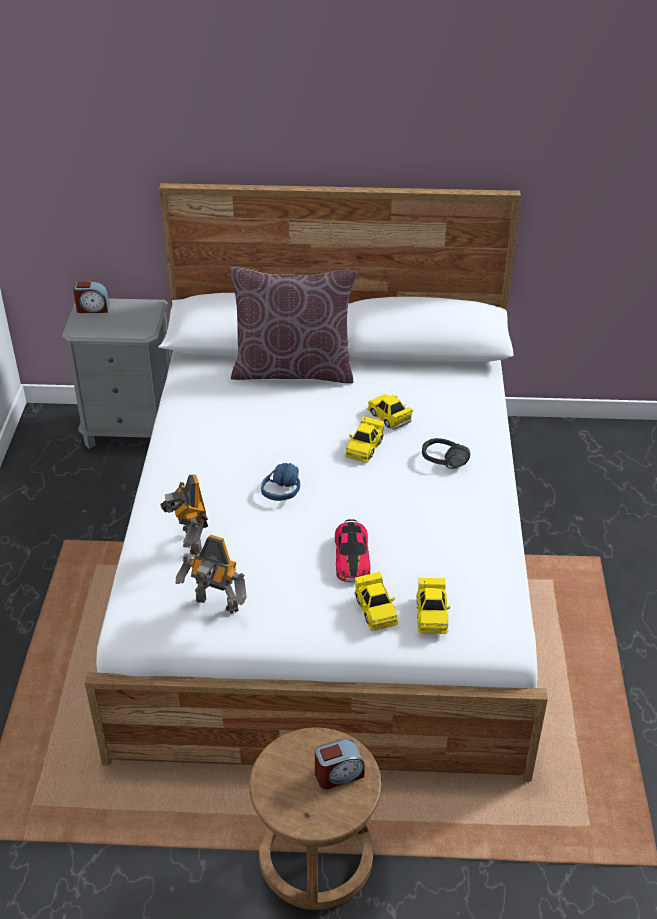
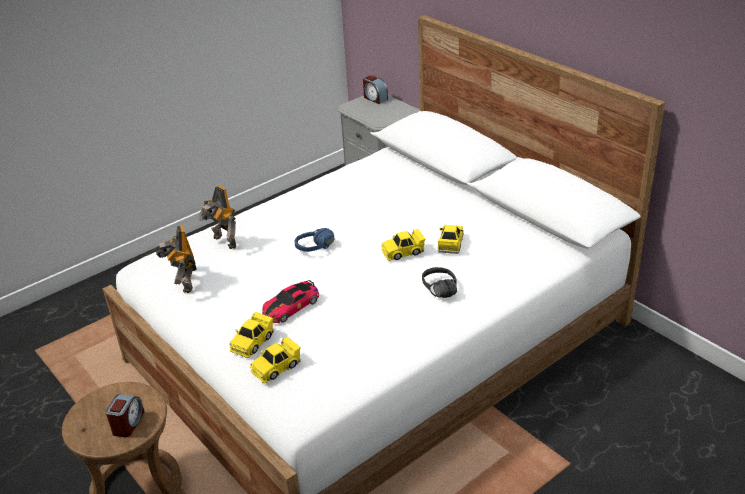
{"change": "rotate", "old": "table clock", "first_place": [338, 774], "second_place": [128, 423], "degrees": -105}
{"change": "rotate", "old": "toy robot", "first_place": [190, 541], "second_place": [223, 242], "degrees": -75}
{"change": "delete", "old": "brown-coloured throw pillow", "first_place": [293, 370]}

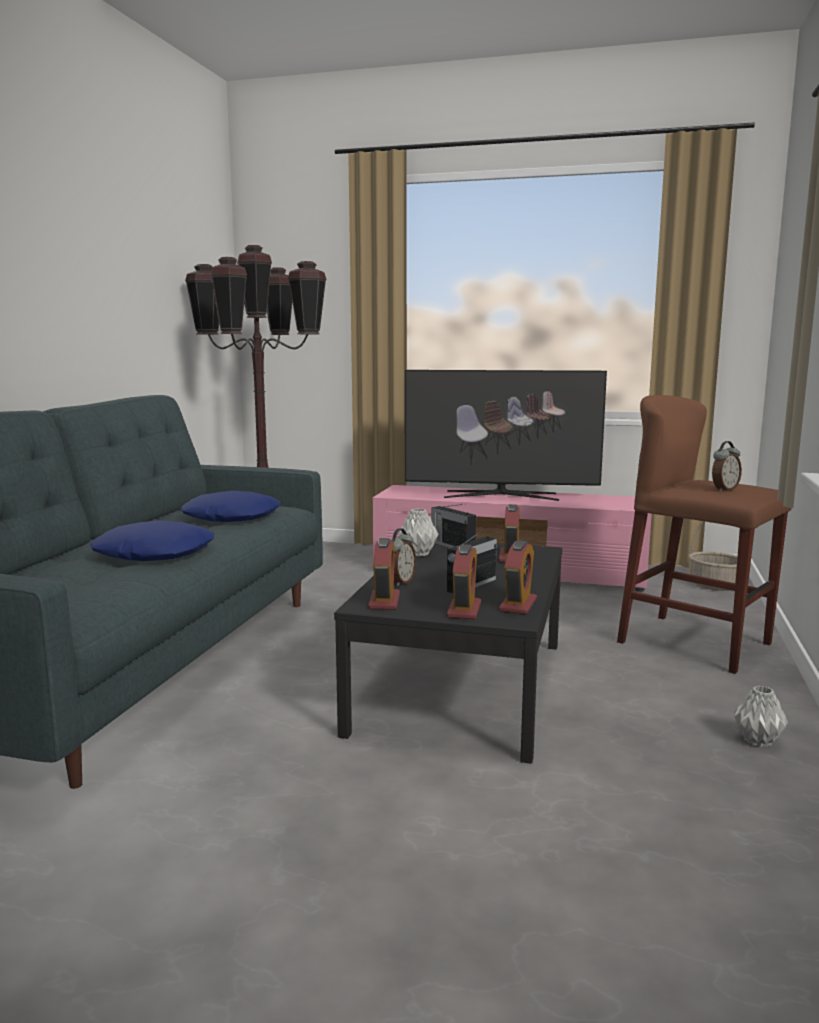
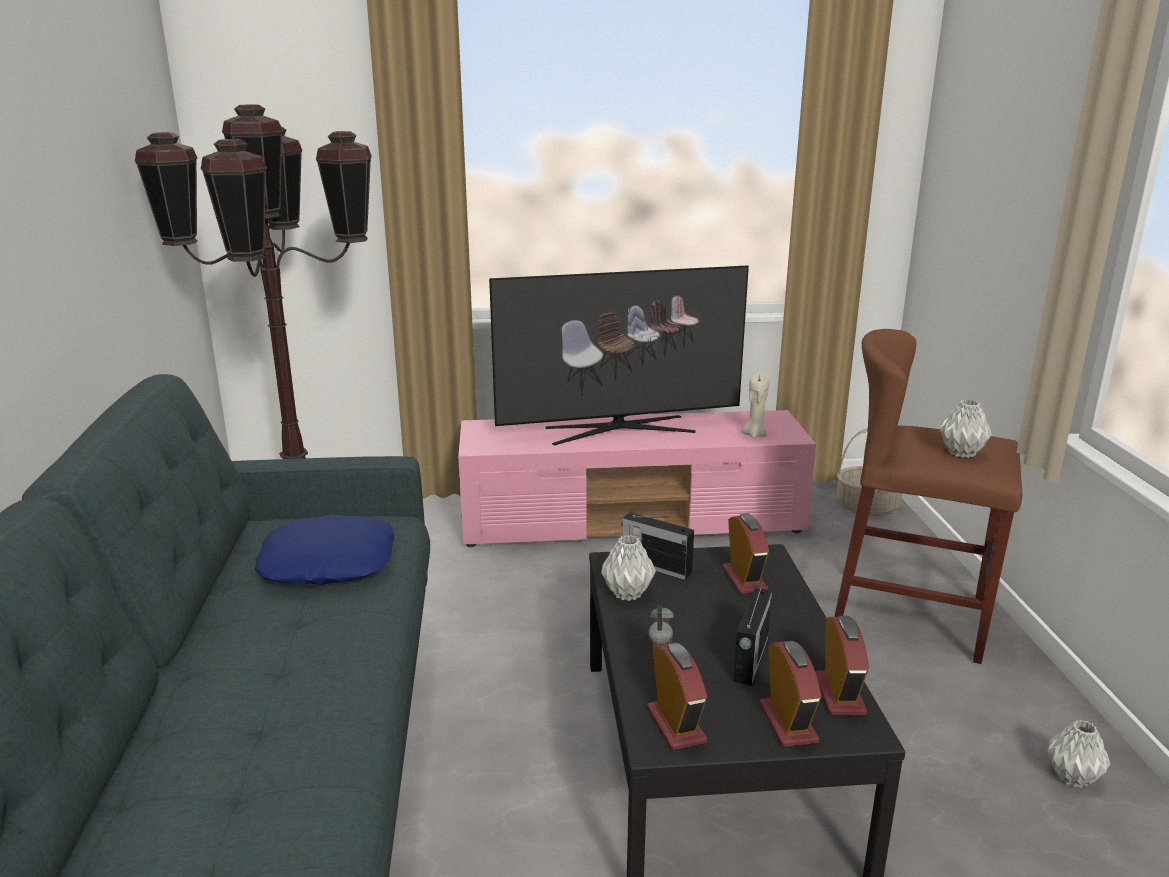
{"change": "insert", "new": "beige wax candle", "second_place": [754, 435]}
{"change": "replace", "old": "table clock", "new": "grey flower vase", "first_place": [724, 490], "second_place": [961, 453]}
{"change": "delete", "old": "blue-coloured throw pillow", "first_place": [156, 553]}

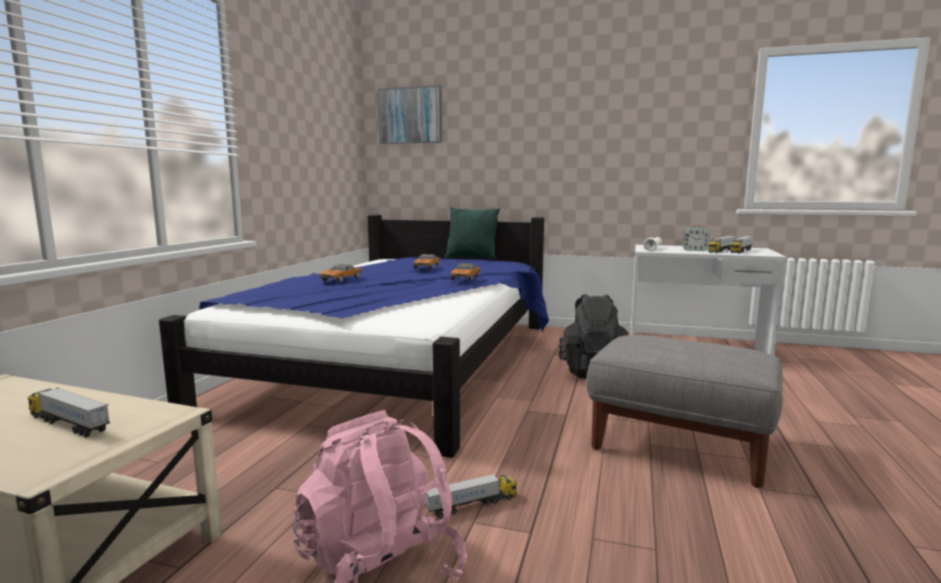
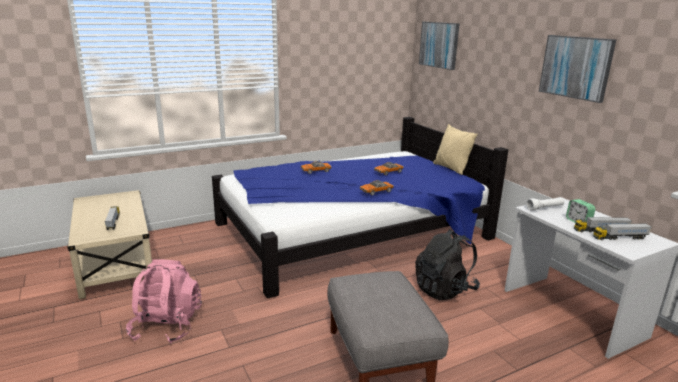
{"change": "recolor", "old": "greenish throw pillow", "new": "beige throw pillow", "first_place": [471, 258], "second_place": [451, 168]}
{"change": "insert", "new": "wall picture", "second_place": [575, 67]}
{"change": "delete", "old": "model truck", "first_place": [472, 505]}

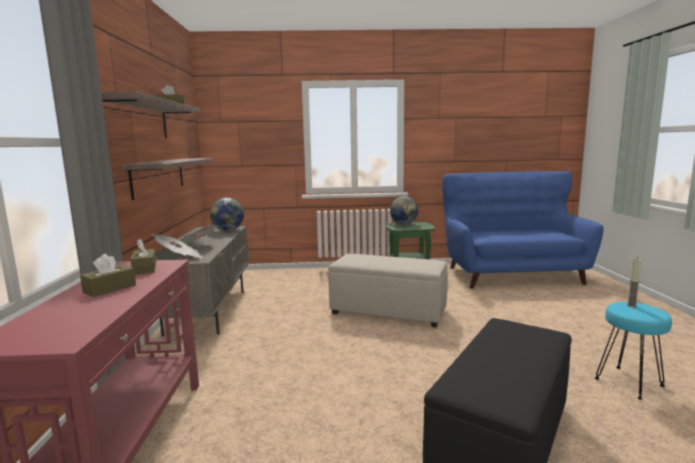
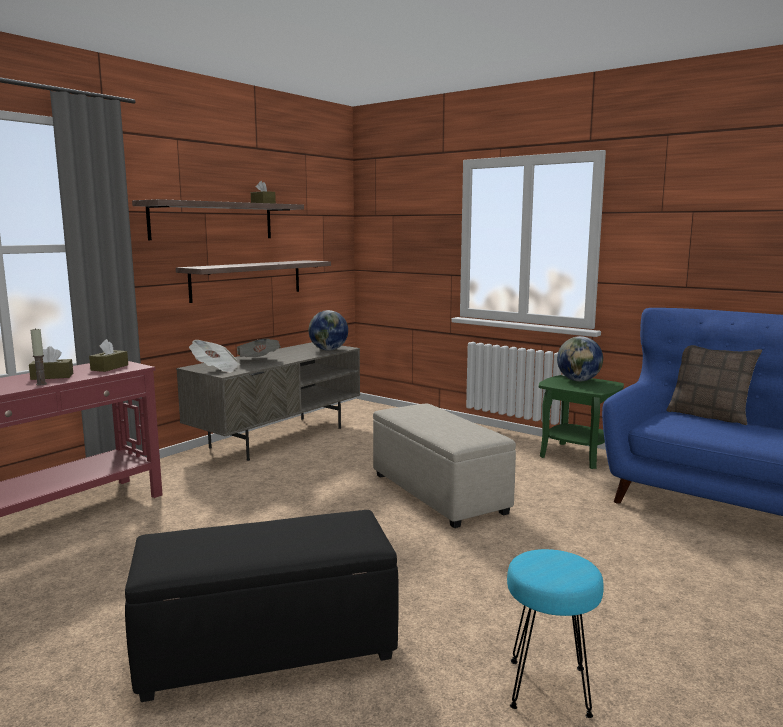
{"change": "move", "old": "wax candle", "first_place": [631, 305], "second_place": [41, 384]}
{"change": "insert", "new": "throw pillow", "second_place": [709, 415]}

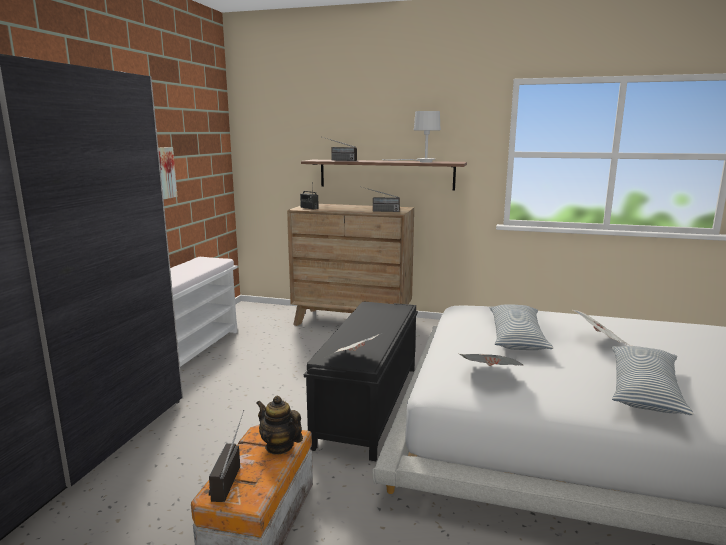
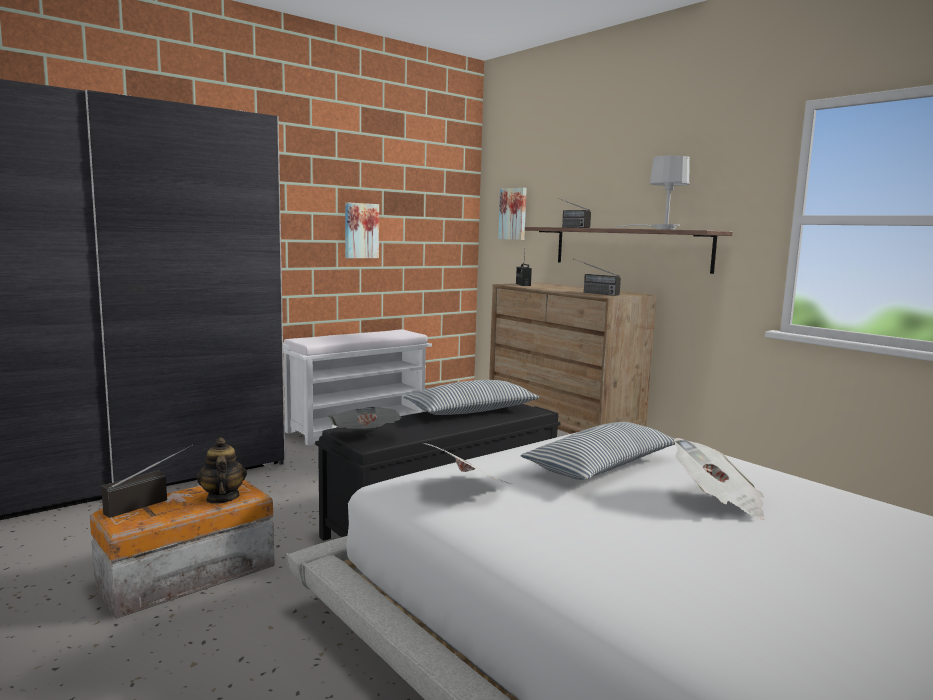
{"change": "move", "old": "throw pillow", "first_place": [644, 390], "second_place": [471, 411]}
{"change": "insert", "new": "wall picture", "second_place": [513, 214]}

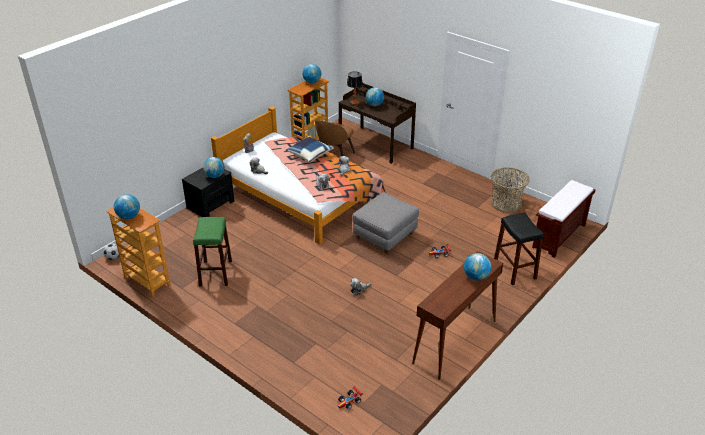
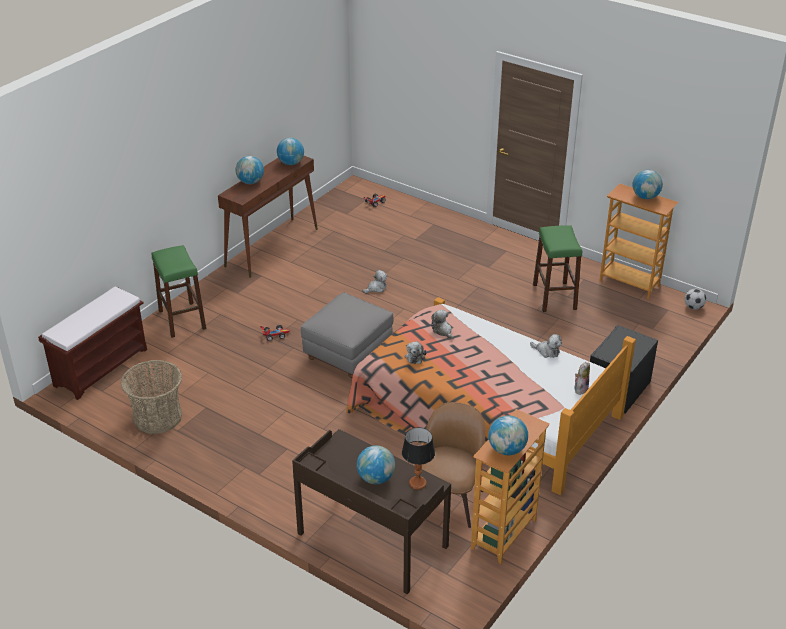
{"change": "recolor", "old": "black sitting stool", "new": "greenish sitting stool", "first_place": [514, 270], "second_place": [182, 319]}
{"change": "move", "old": "desk globe", "first_place": [214, 176], "second_place": [291, 163]}
{"change": "delete", "old": "blue-coloured throw pillow", "first_place": [309, 155]}

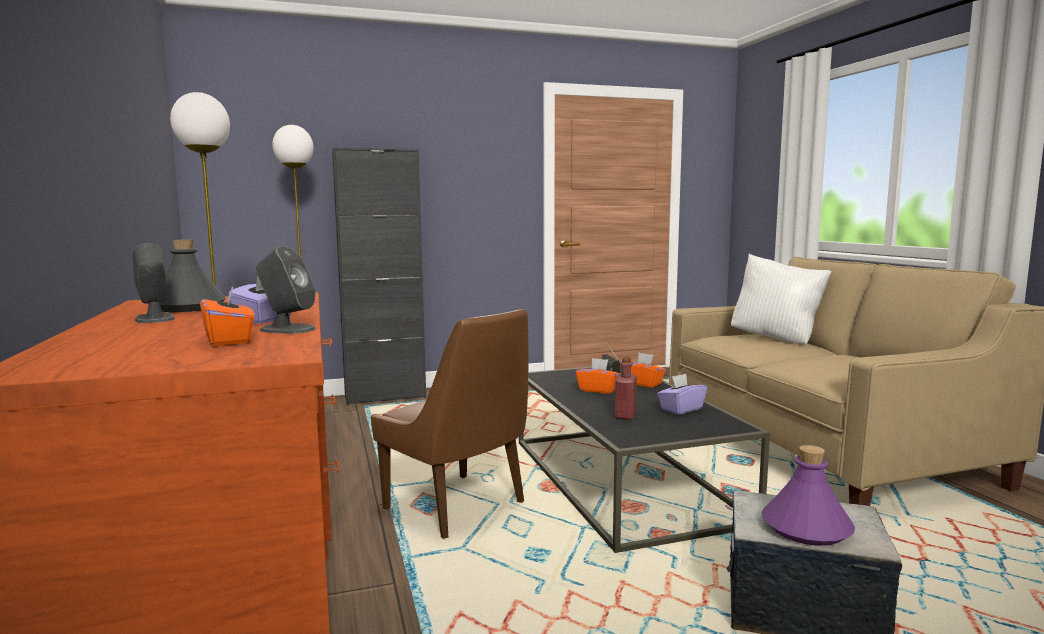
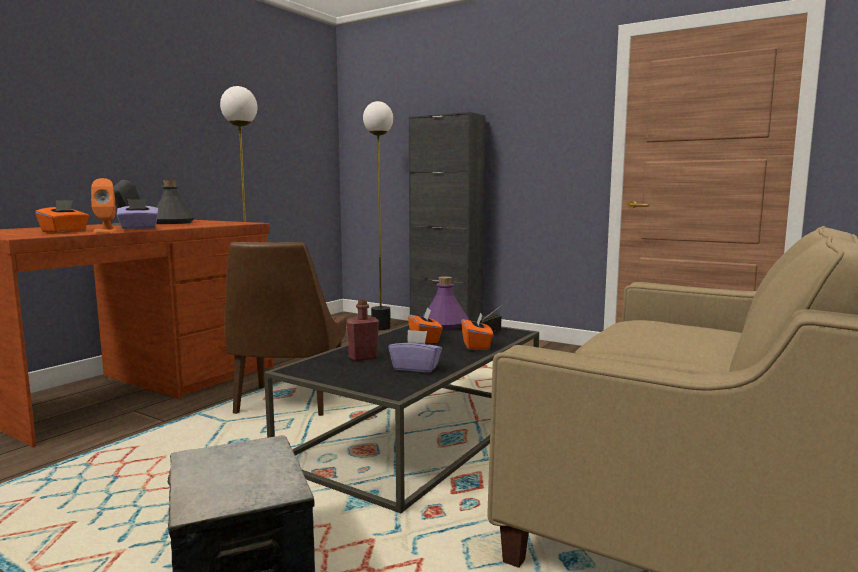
{"change": "recolor", "old": "grey audio speaker", "new": "orange audio speaker", "first_place": [287, 329], "second_place": [107, 231]}
{"change": "move", "old": "purple drink bottle", "first_place": [807, 528], "second_place": [445, 324]}
{"change": "delete", "old": "white throw pillow", "first_place": [776, 339]}

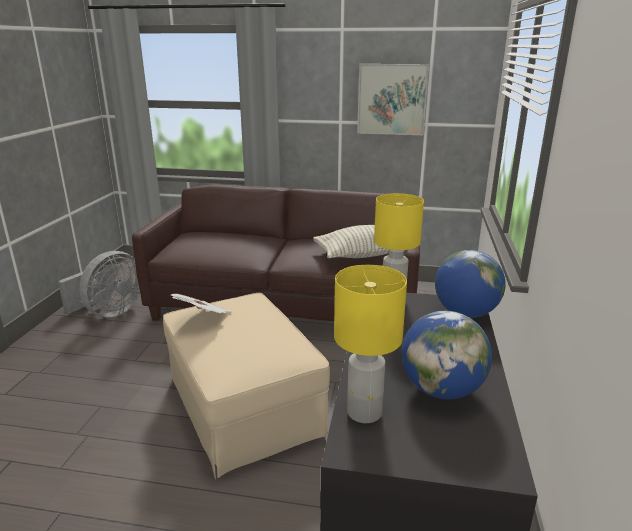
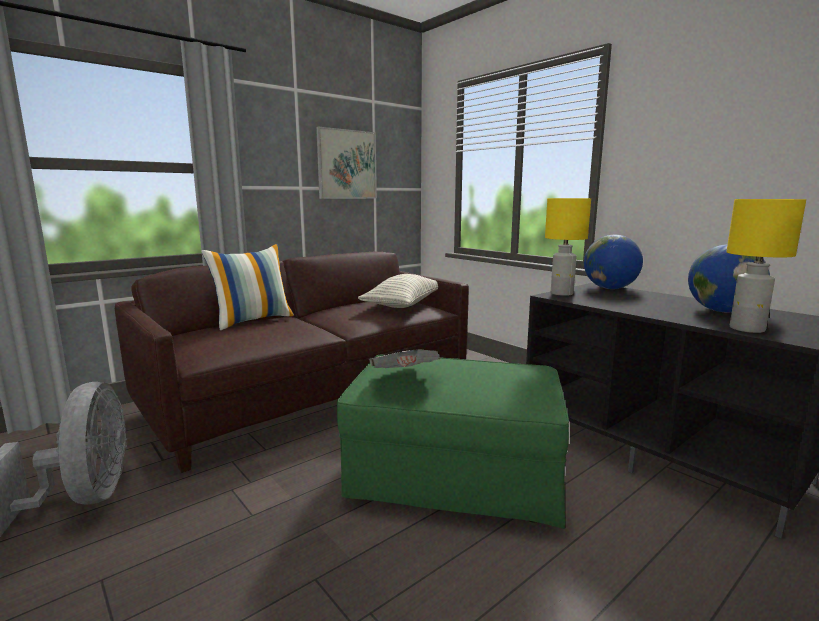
{"change": "insert", "new": "throw pillow", "second_place": [253, 320]}
{"change": "recolor", "old": "beige footrest", "new": "greenish footrest", "first_place": [244, 406], "second_place": [453, 474]}

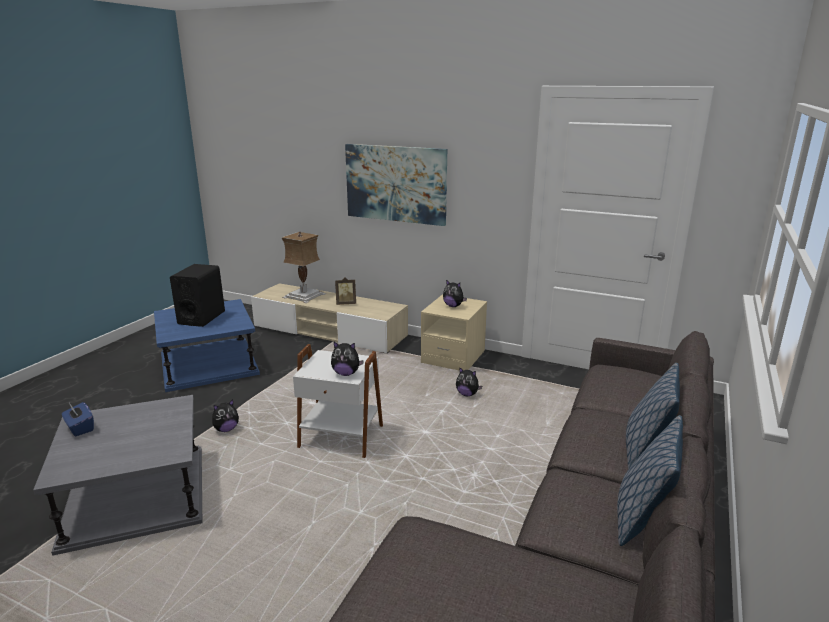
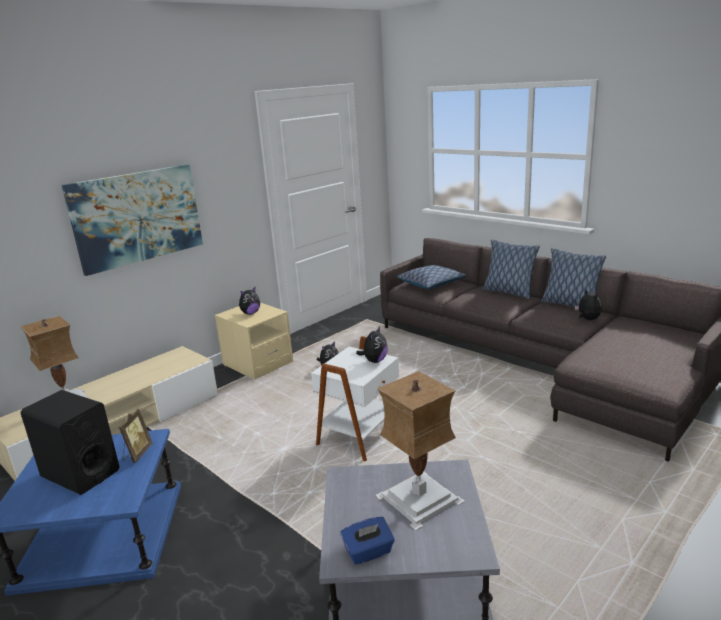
{"change": "move", "old": "standing frame", "first_place": [346, 303], "second_place": [137, 454]}
{"change": "insert", "new": "lamp for a table", "second_place": [417, 498]}
{"change": "insert", "new": "throw pillow", "second_place": [431, 284]}
{"change": "move", "old": "cuddly toy", "first_place": [226, 429], "second_place": [587, 319]}

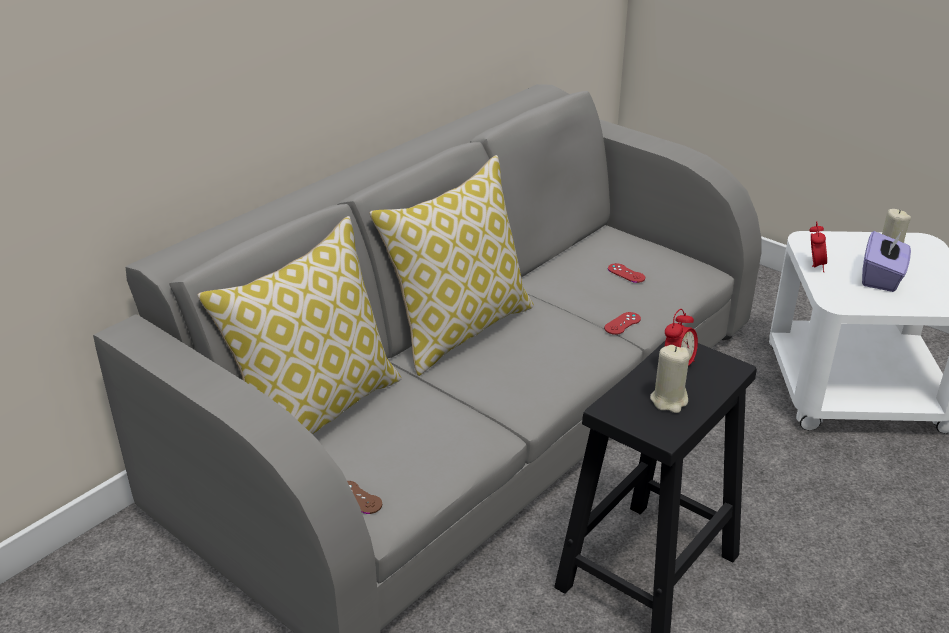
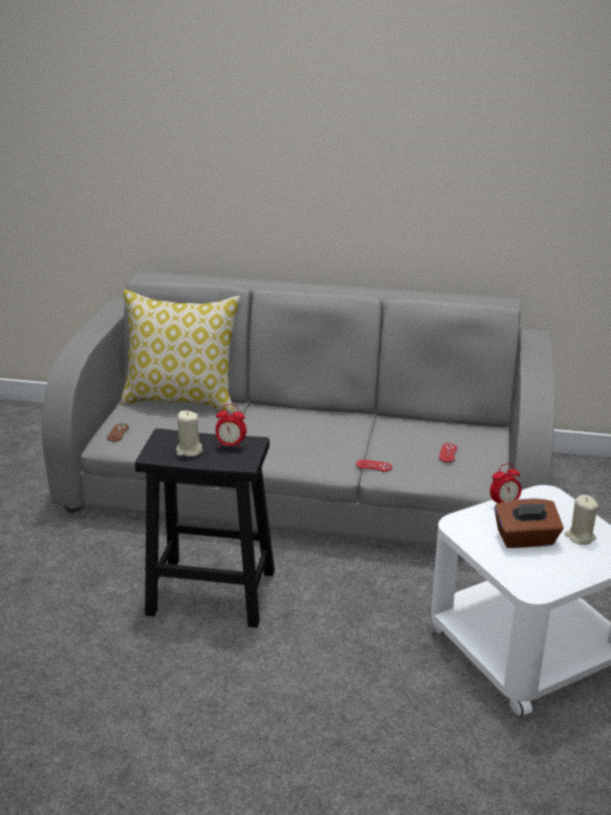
{"change": "recolor", "old": "purple tissue holder", "new": "brown-coloured tissue holder", "first_place": [881, 278], "second_place": [526, 539]}
{"change": "delete", "old": "throw pillow", "first_place": [459, 329]}

